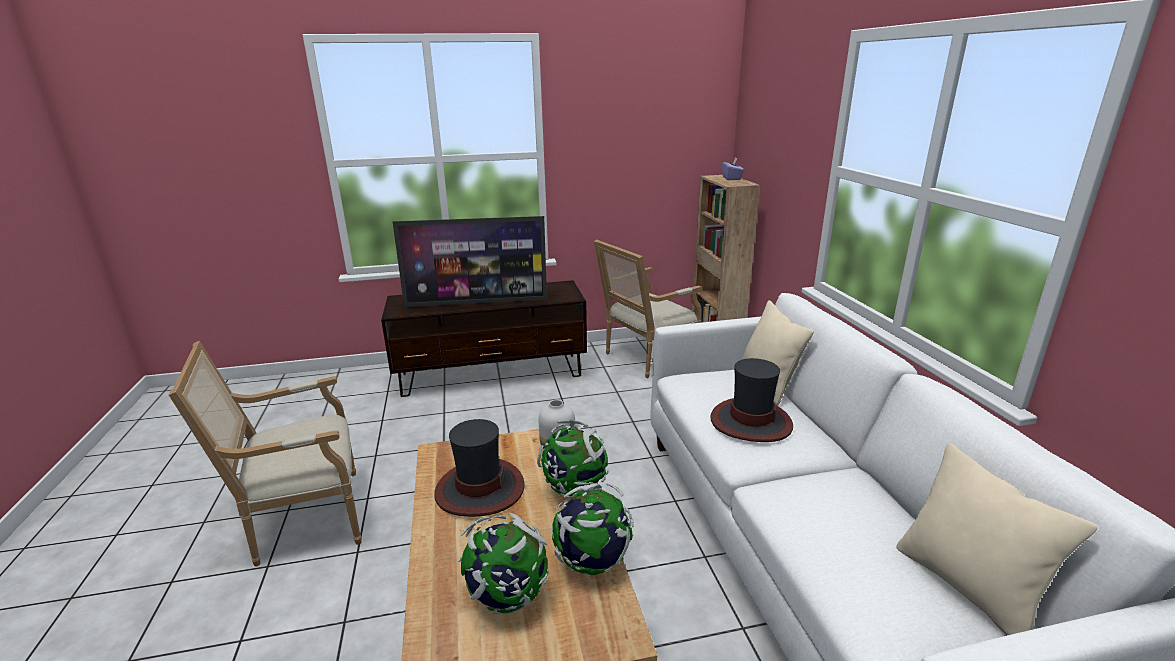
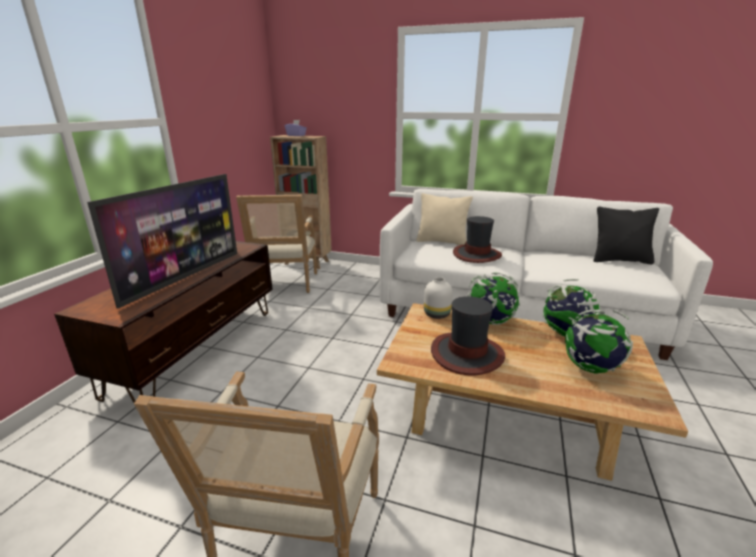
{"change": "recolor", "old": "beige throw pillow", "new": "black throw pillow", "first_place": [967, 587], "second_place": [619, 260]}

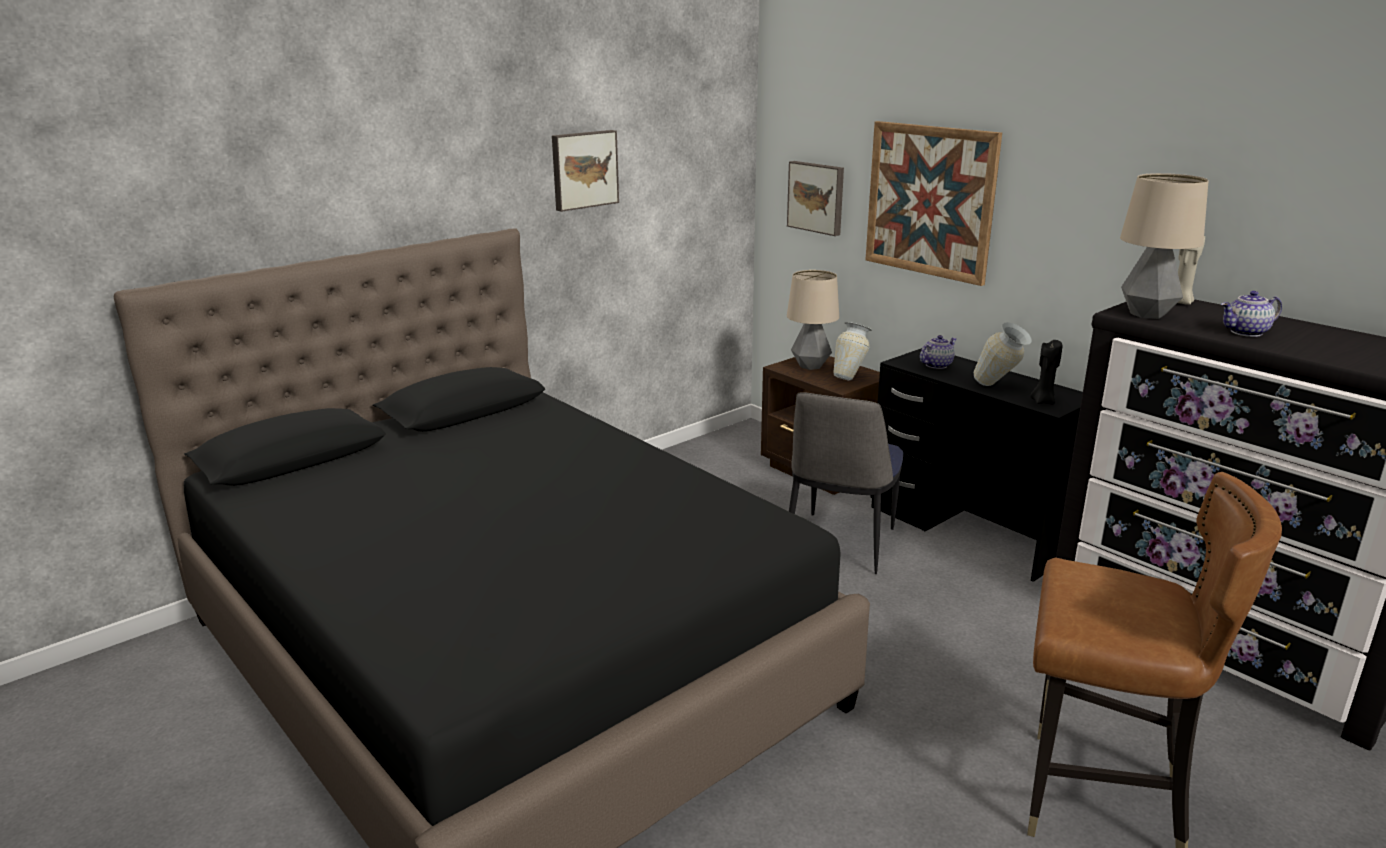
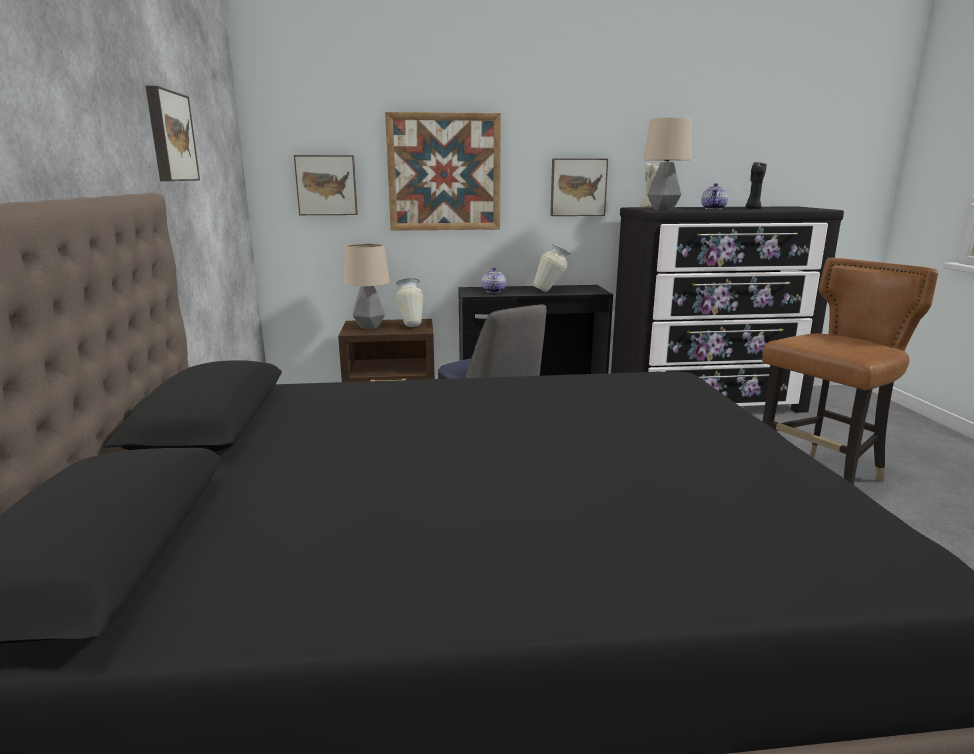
{"change": "insert", "new": "wall picture", "second_place": [578, 187]}
{"change": "move", "old": "black wax candle", "first_place": [1043, 401], "second_place": [753, 209]}

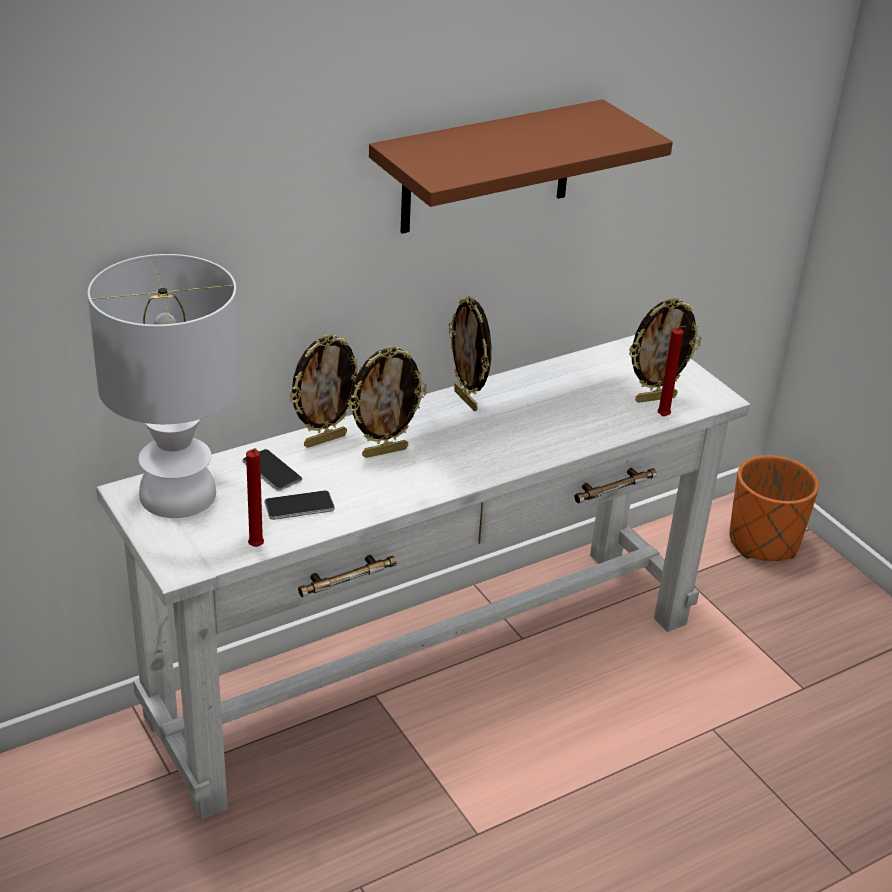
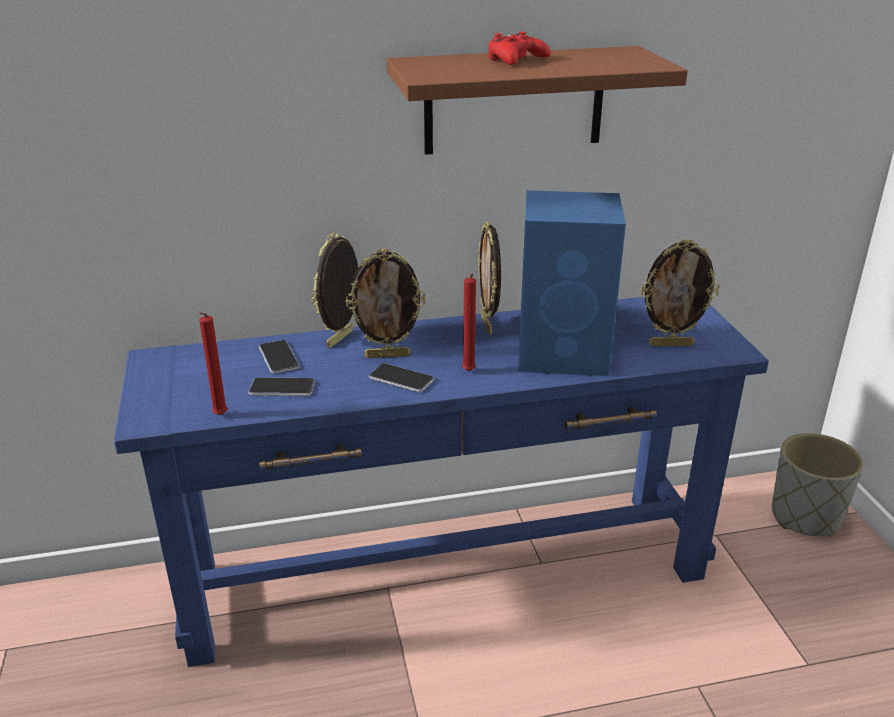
{"change": "recolor", "old": "white console table", "new": "blue-coloured console table", "first_place": [429, 668], "second_place": [446, 573]}
{"change": "rotate", "old": "standing frame", "first_place": [324, 439], "second_place": [341, 340], "degrees": 135}
{"change": "insert", "new": "handset", "second_place": [401, 379]}
{"change": "move", "old": "red wax candle", "first_place": [664, 417], "second_place": [468, 372]}
{"change": "insert", "new": "red game controller", "second_place": [516, 60]}
{"change": "insert", "new": "blue-coloured audio speaker", "second_place": [565, 354]}
{"change": "recolor", "old": "orange planter", "new": "grey planter", "first_place": [763, 542], "second_place": [805, 517]}
{"change": "delete", "old": "white lamp for a table", "first_place": [176, 493]}

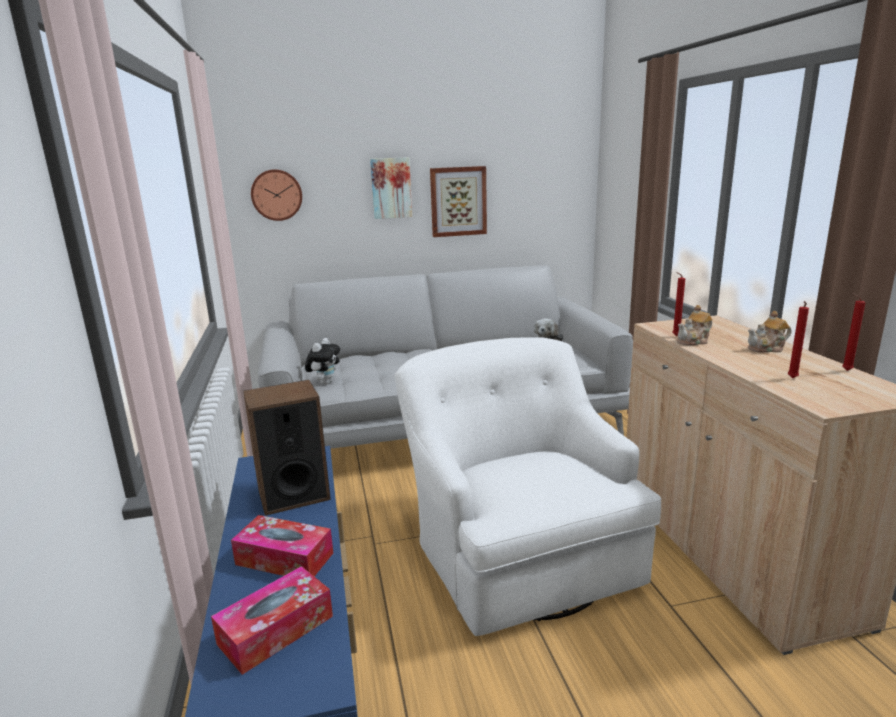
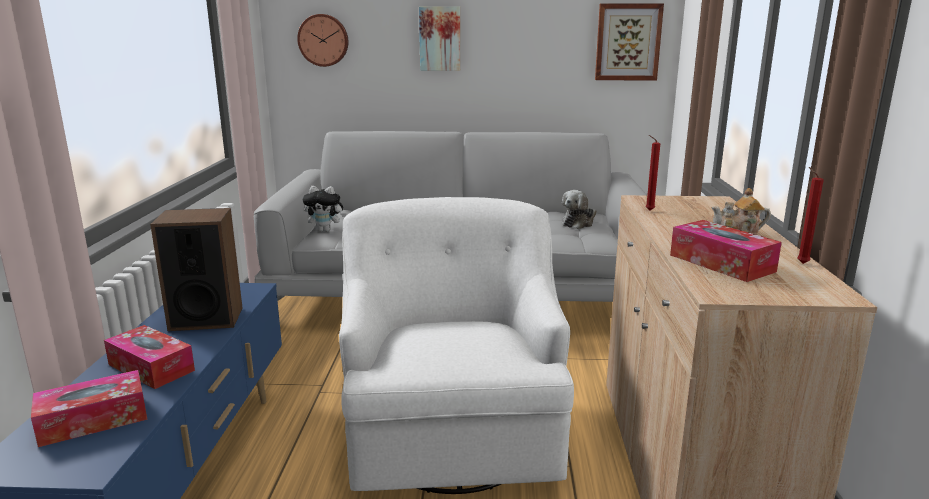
{"change": "rotate", "old": "cuddly toy", "first_place": [325, 382], "second_place": [326, 230], "degrees": 60}
{"change": "move", "old": "wall picture", "first_place": [458, 201], "second_place": [628, 42]}
{"change": "replace", "old": "red wax candle", "new": "tissue holder", "first_place": [792, 378], "second_place": [721, 263]}
{"change": "delete", "old": "teapot", "first_place": [694, 341]}

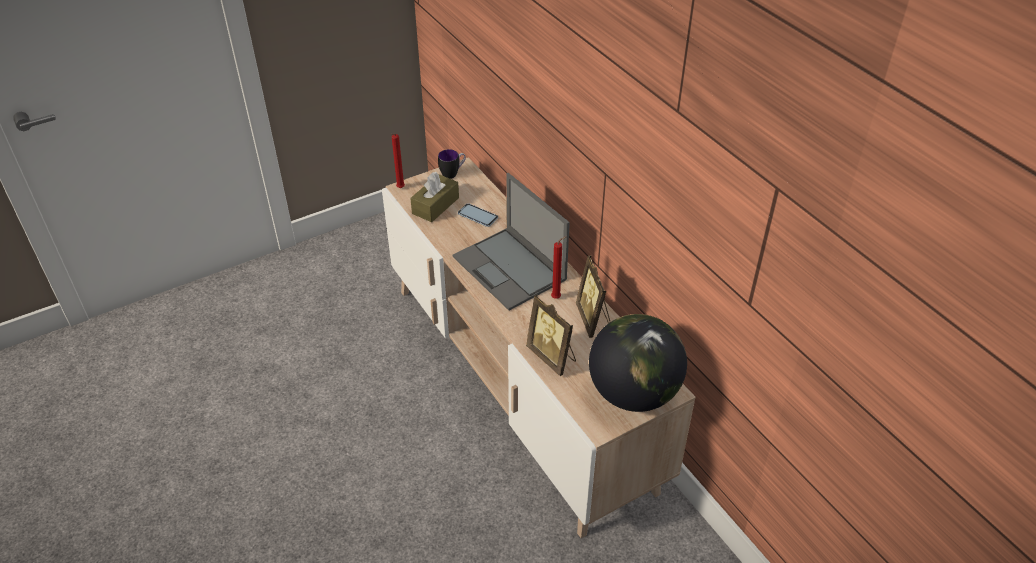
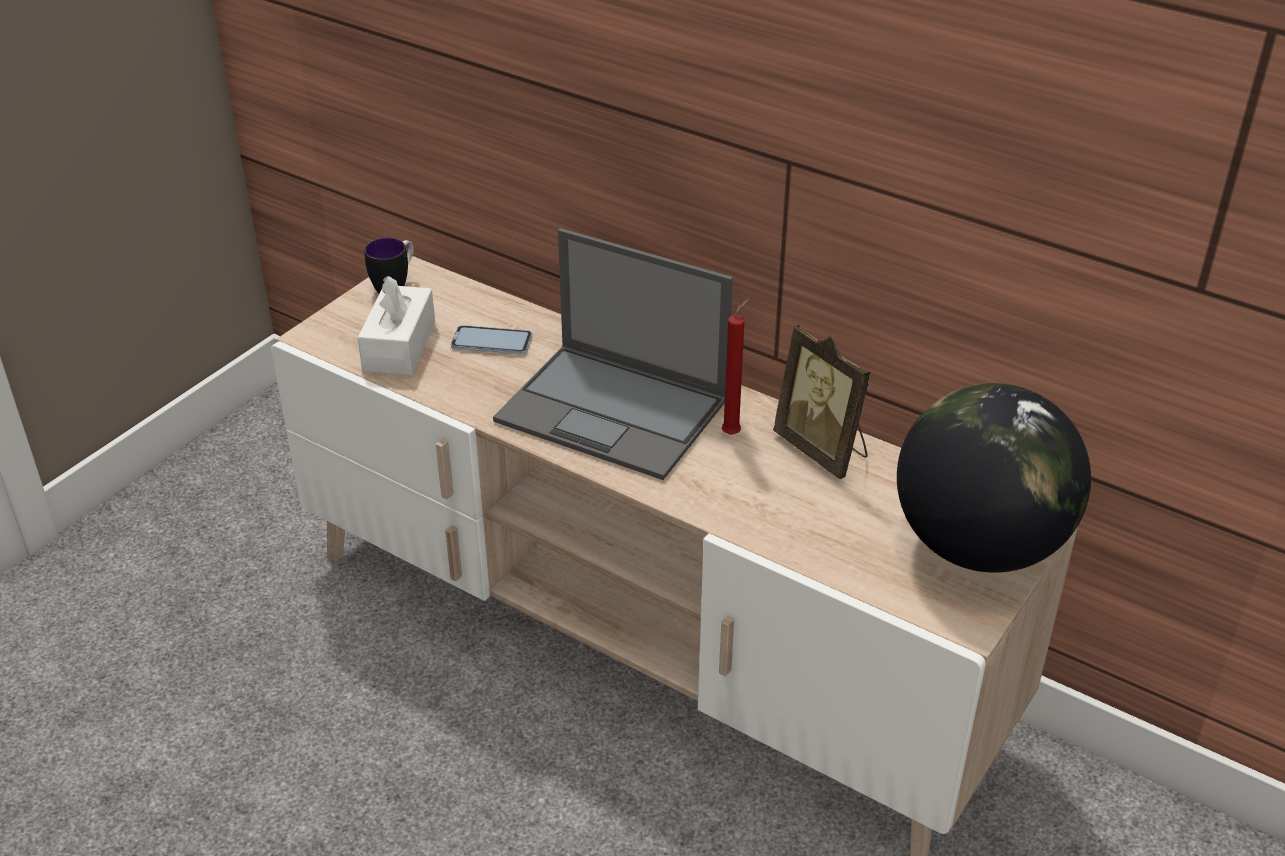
{"change": "recolor", "old": "brown-coloured tissue holder", "new": "white tissue holder", "first_place": [435, 205], "second_place": [399, 346]}
{"change": "delete", "old": "red wax candle", "first_place": [400, 189]}
{"change": "delete", "old": "standing frame", "first_place": [552, 357]}

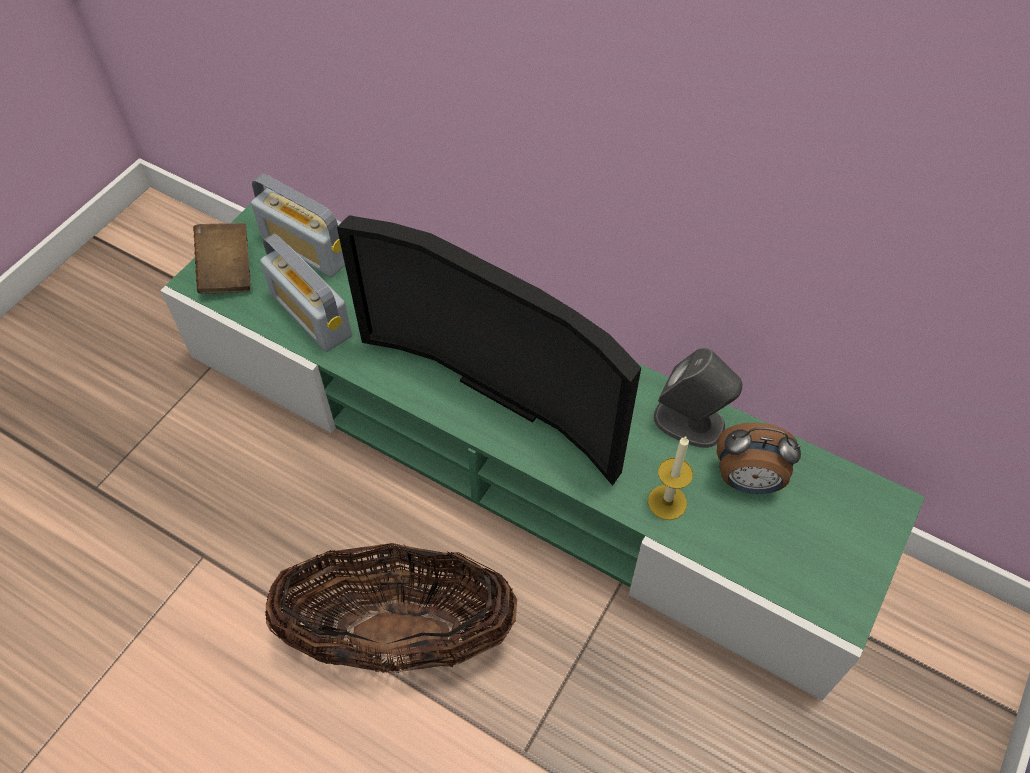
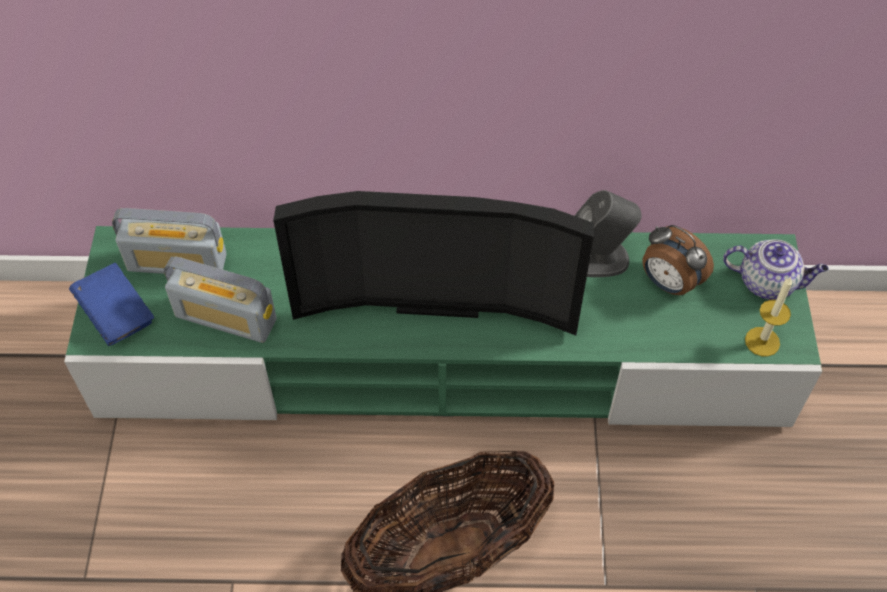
{"change": "recolor", "old": "brown-coloured book", "new": "blue-coloured book", "first_place": [227, 271], "second_place": [117, 315]}
{"change": "rotate", "old": "table clock", "first_place": [748, 481], "second_place": [668, 283], "degrees": 60}
{"change": "insert", "new": "teapot", "second_place": [768, 282]}
{"change": "move", "old": "wax candle", "first_place": [667, 502], "second_place": [762, 341]}

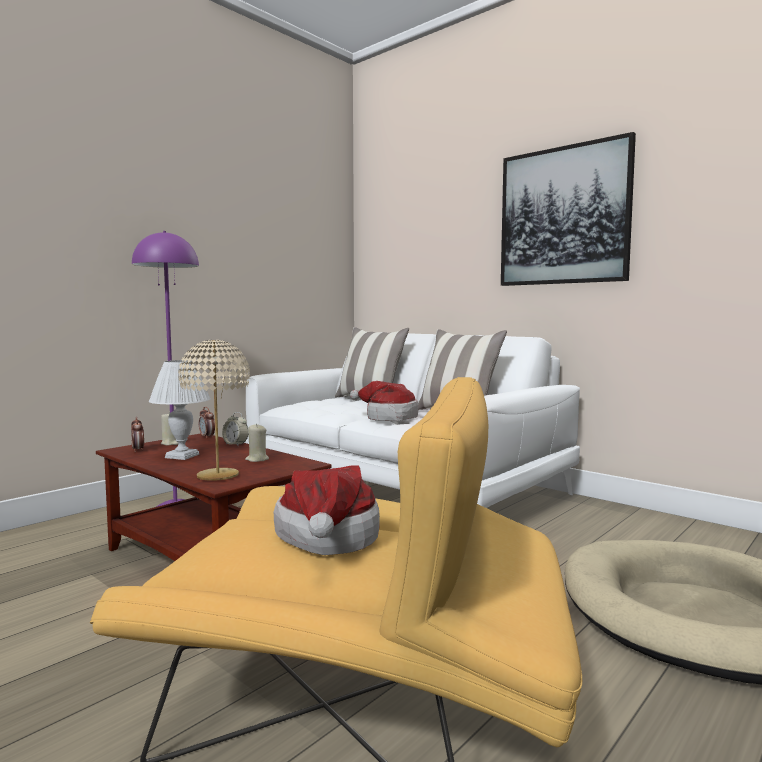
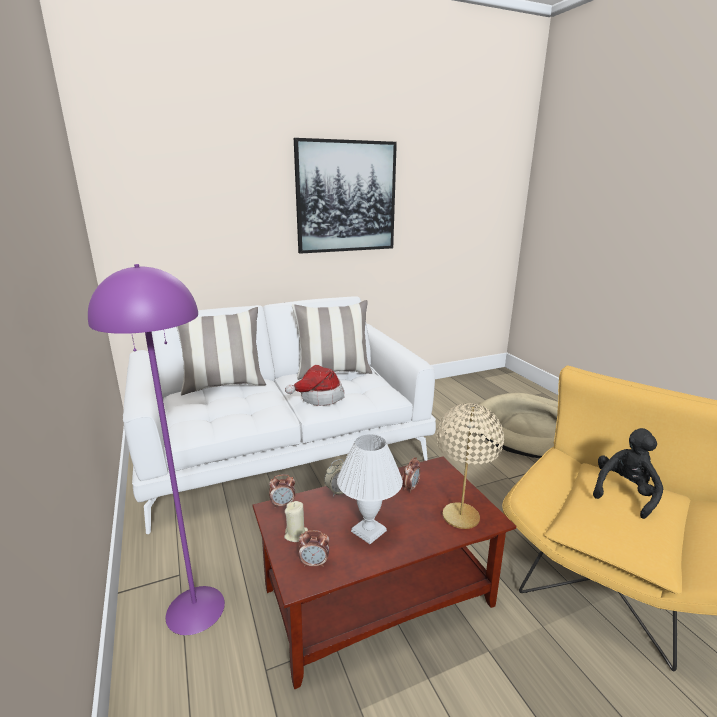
{"change": "replace", "old": "beige wax candle", "new": "table clock", "first_place": [257, 459], "second_place": [410, 487]}
{"change": "replace", "old": "clothing hat", "new": "black cuddly toy", "first_place": [327, 539], "second_place": [624, 493]}

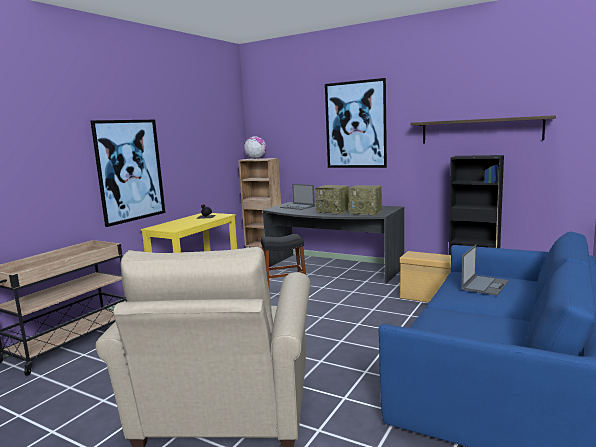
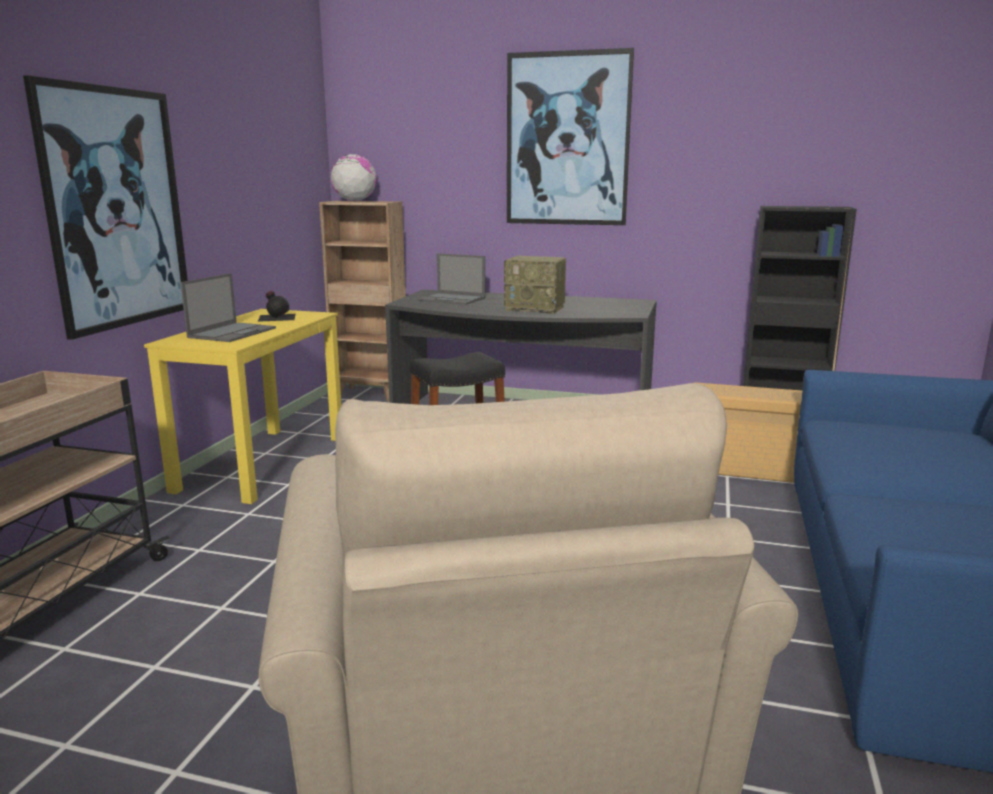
{"change": "move", "old": "laptop", "first_place": [485, 285], "second_place": [232, 332]}
{"change": "delete", "old": "radio set", "first_place": [366, 213]}
{"change": "delete", "old": "wall shelf", "first_place": [480, 130]}

